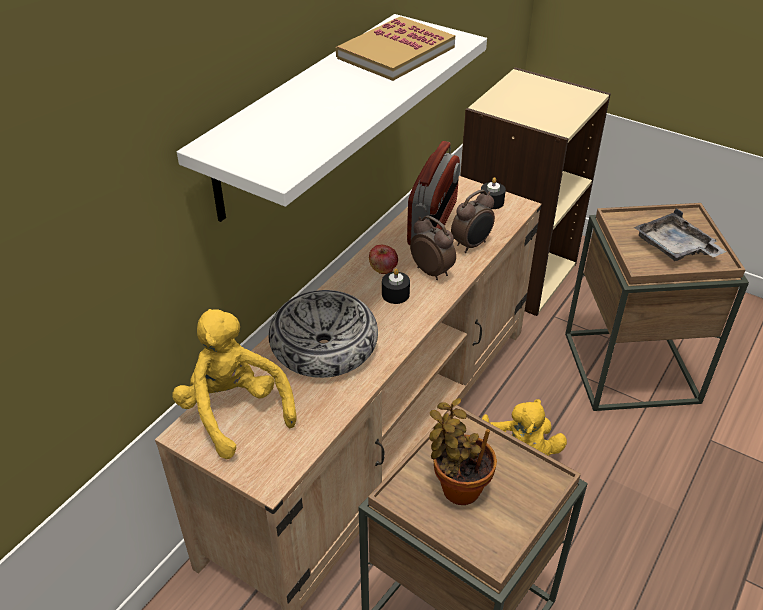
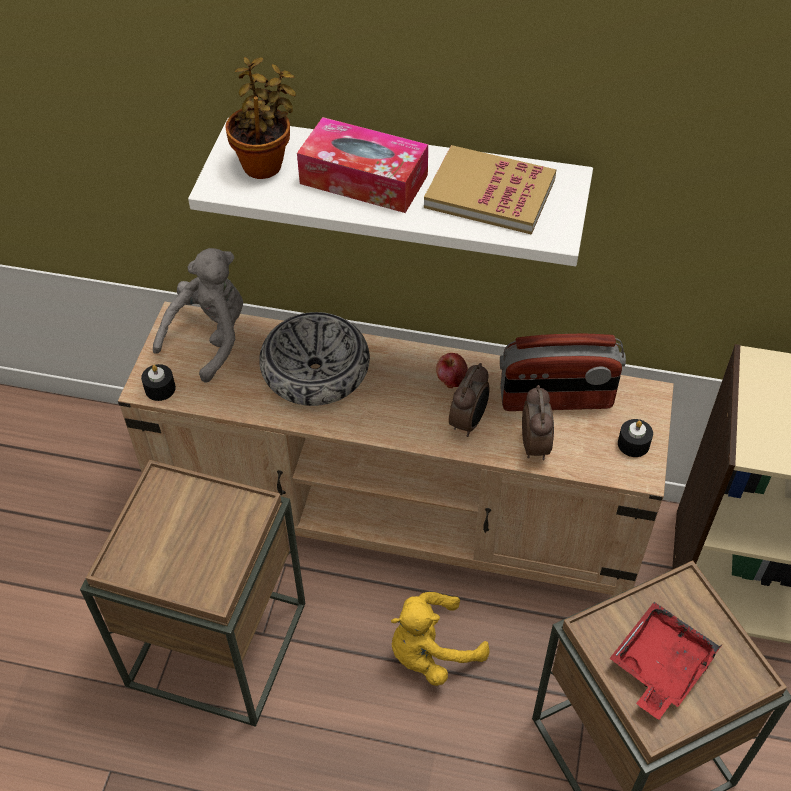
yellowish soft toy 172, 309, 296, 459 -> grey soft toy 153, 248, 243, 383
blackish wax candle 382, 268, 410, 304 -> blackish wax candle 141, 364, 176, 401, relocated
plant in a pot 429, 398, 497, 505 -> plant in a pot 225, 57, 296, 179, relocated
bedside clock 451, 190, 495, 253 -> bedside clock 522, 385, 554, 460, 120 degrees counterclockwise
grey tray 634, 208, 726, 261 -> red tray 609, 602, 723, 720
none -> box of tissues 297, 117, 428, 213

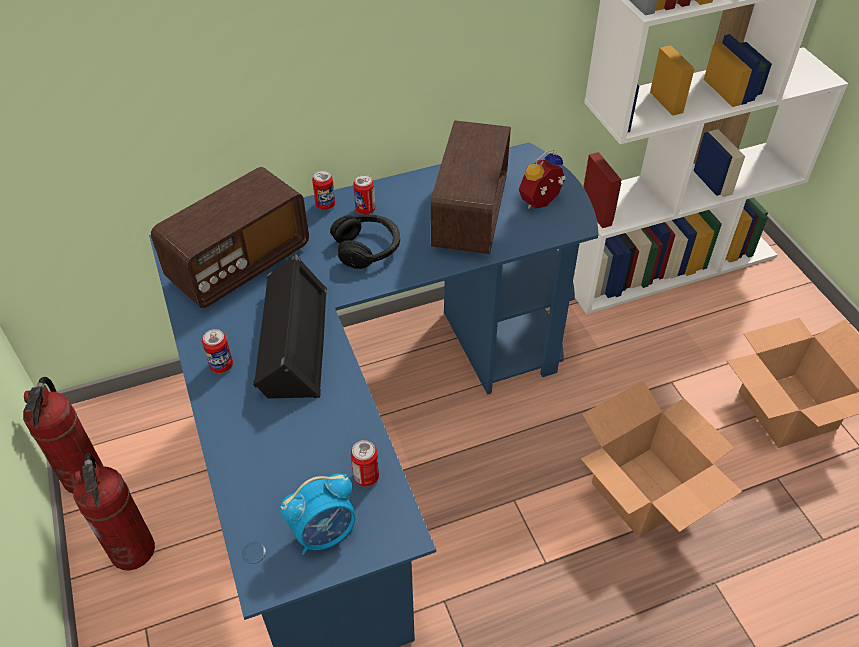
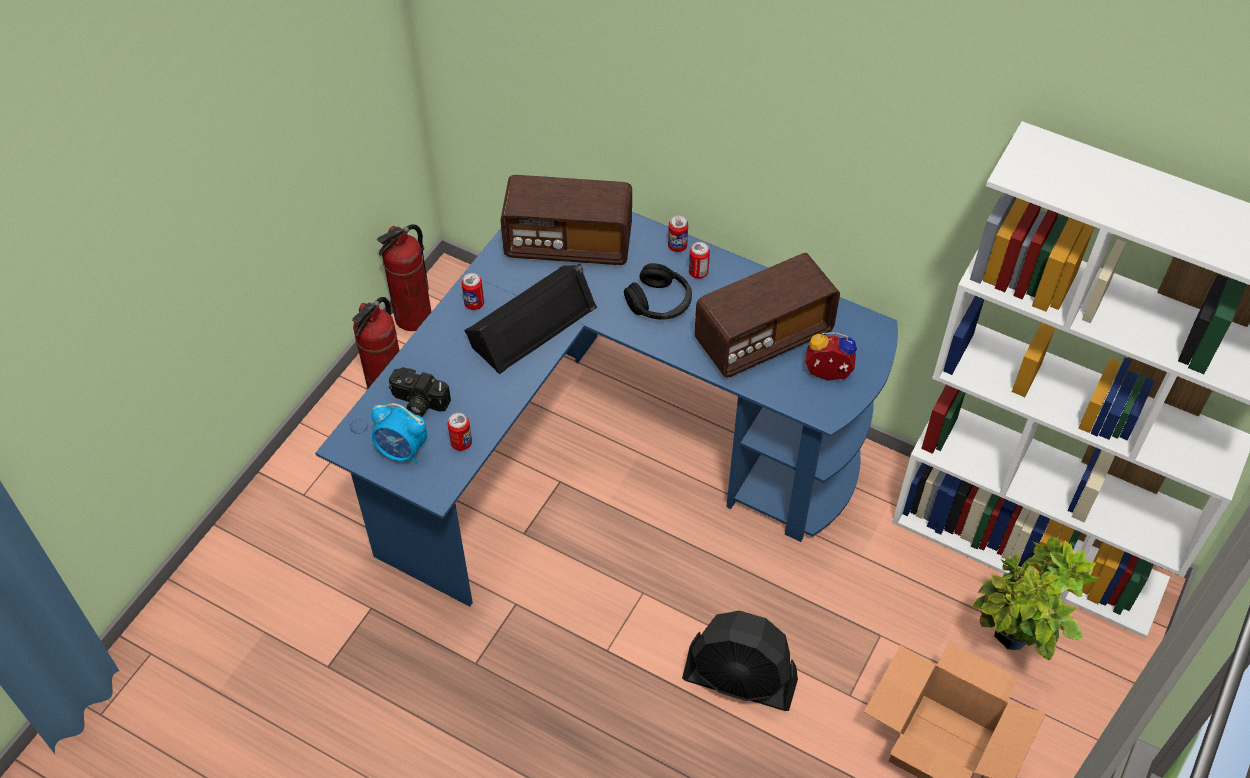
packing box 581, 380, 742, 538 -> blackish fan 682, 611, 798, 711
none -> still camera 389, 367, 451, 417
none -> plant in a pot 972, 536, 1100, 660

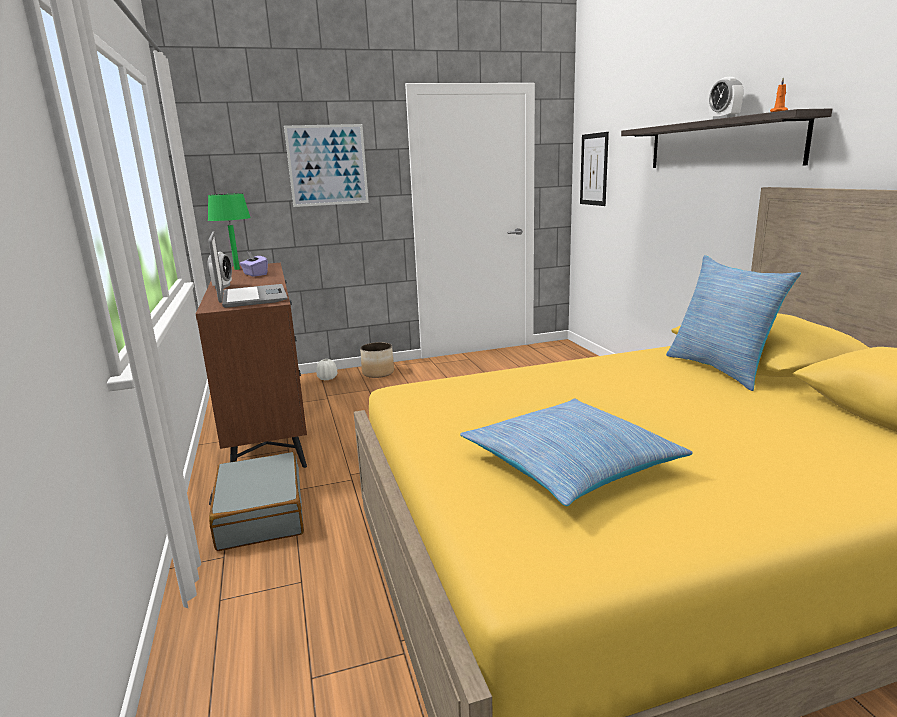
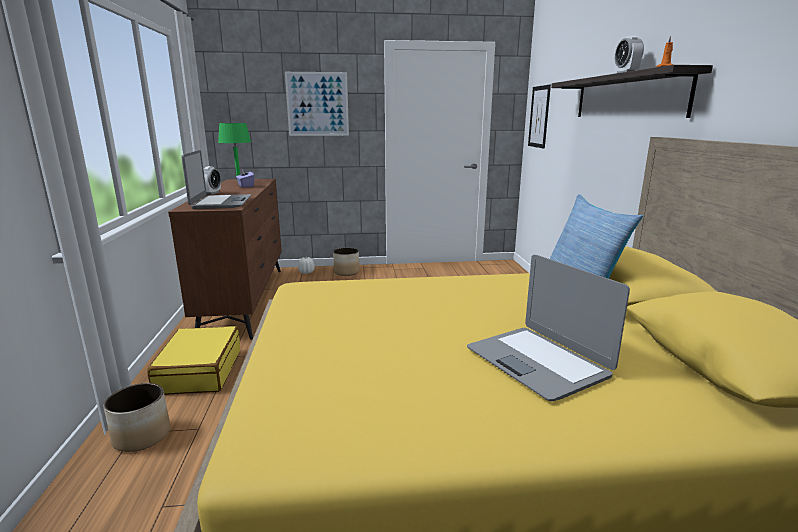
grey piece of luggage 209, 452, 304, 551 -> yellowish piece of luggage 147, 326, 240, 395
pillow 460, 398, 693, 506 -> none
none -> plant pot 103, 383, 170, 452
none -> portable computer 467, 255, 630, 401

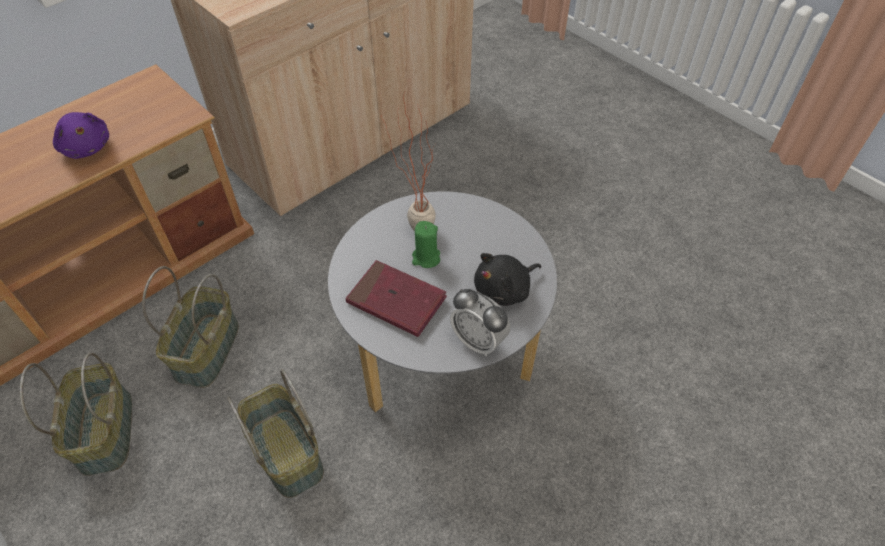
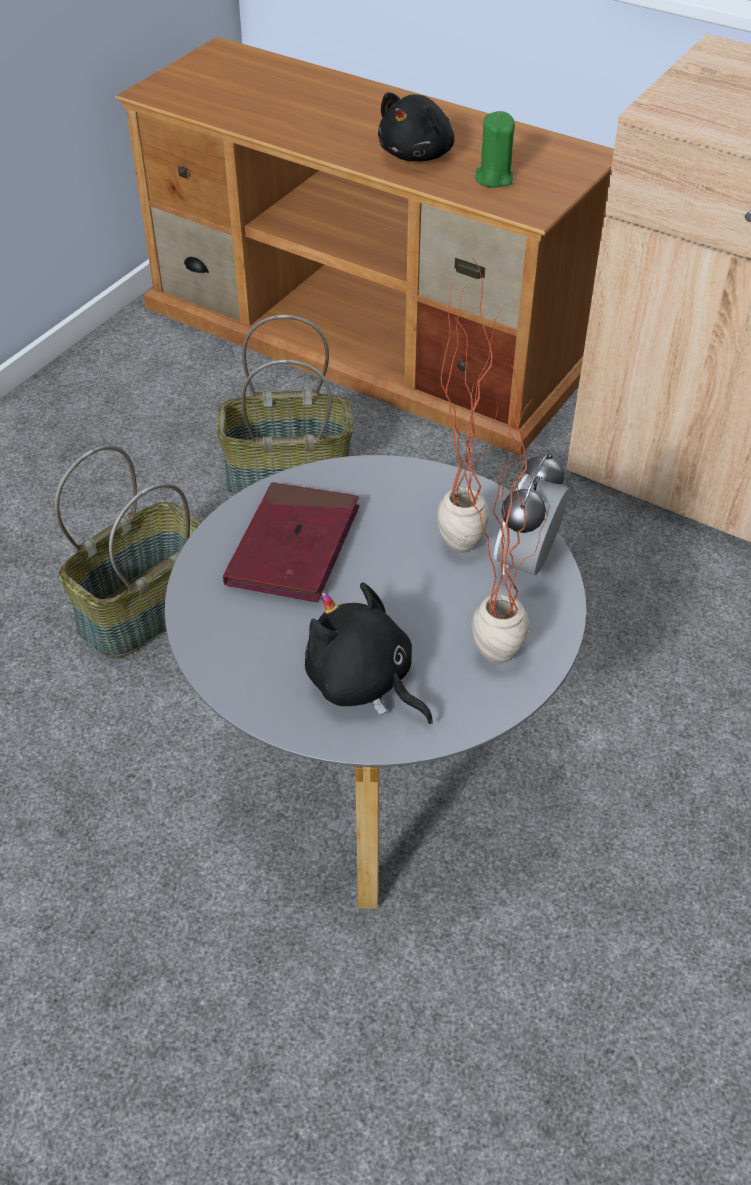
storage basket 20, 353, 132, 476 -> none
purple-coloured soft toy 53, 112, 109, 159 -> blackish soft toy 378, 92, 455, 161
greenish wax candle 412, 221, 440, 268 -> greenish wax candle 475, 111, 515, 188, relocated
bedside clock 450, 289, 510, 356 -> bedside clock 494, 453, 569, 575, relocated
none -> plant in a pot 468, 365, 550, 663

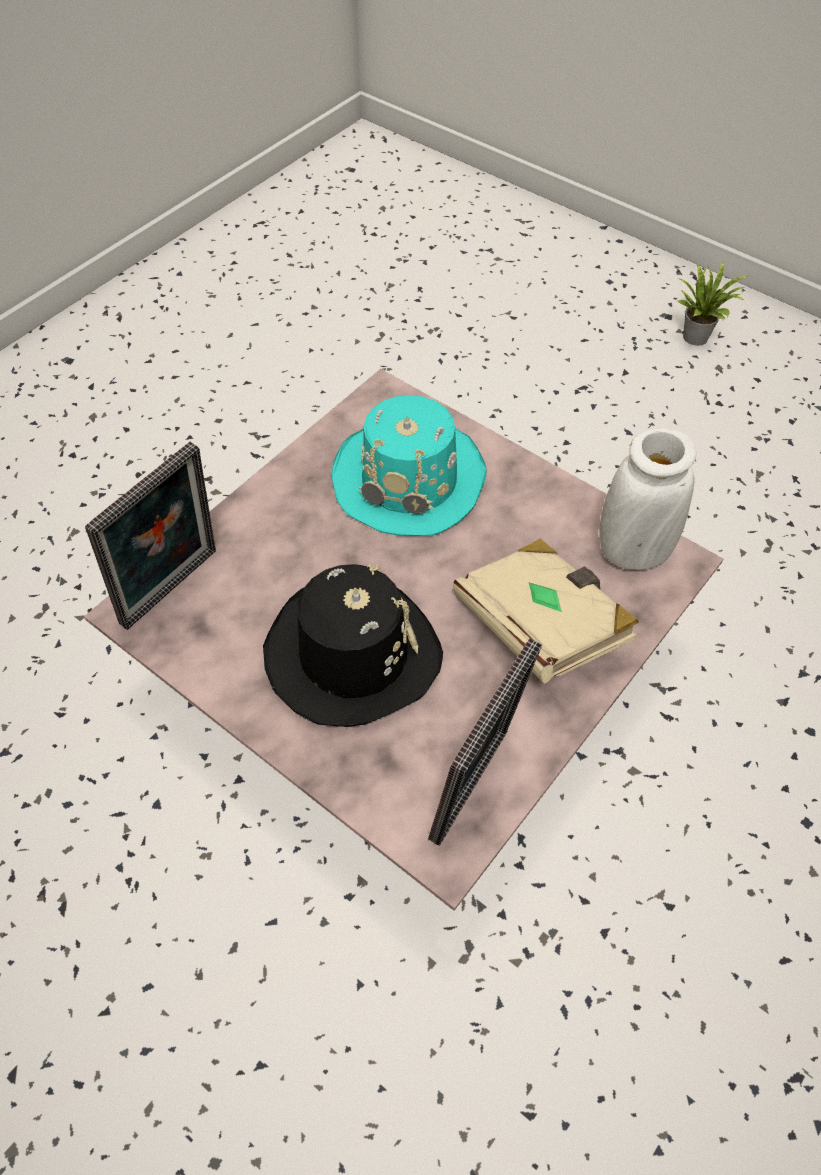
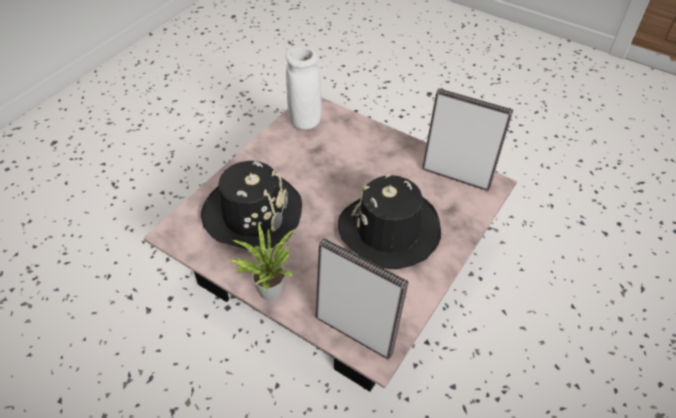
turquoise-coloured wearable hat 331, 395, 487, 536 -> blackish wearable hat 201, 161, 302, 249
beige bound book 453, 539, 639, 683 -> none
plant in a pot 676, 261, 748, 346 -> plant in a pot 228, 222, 295, 301, relocated

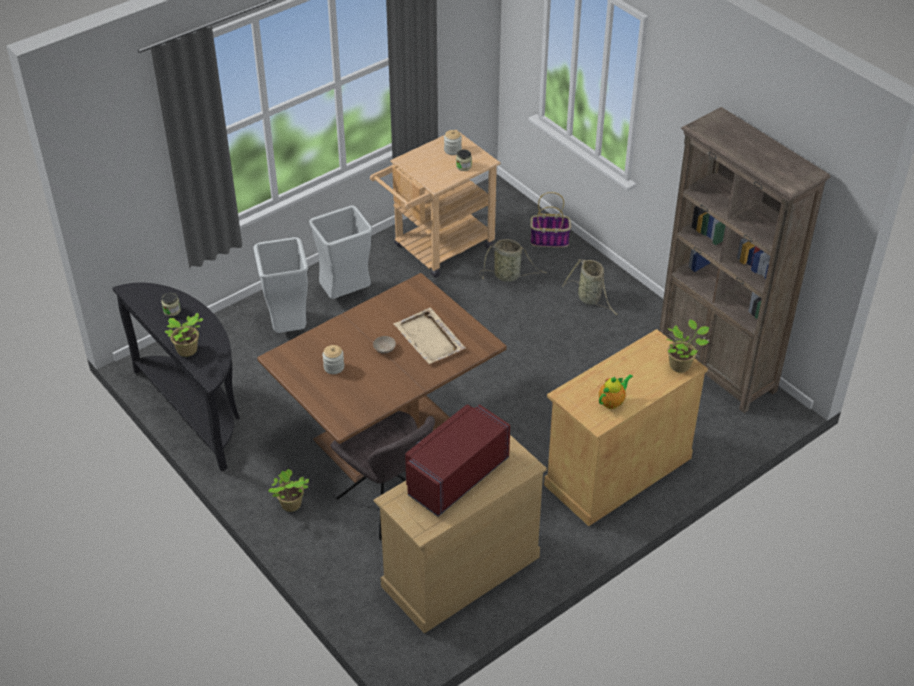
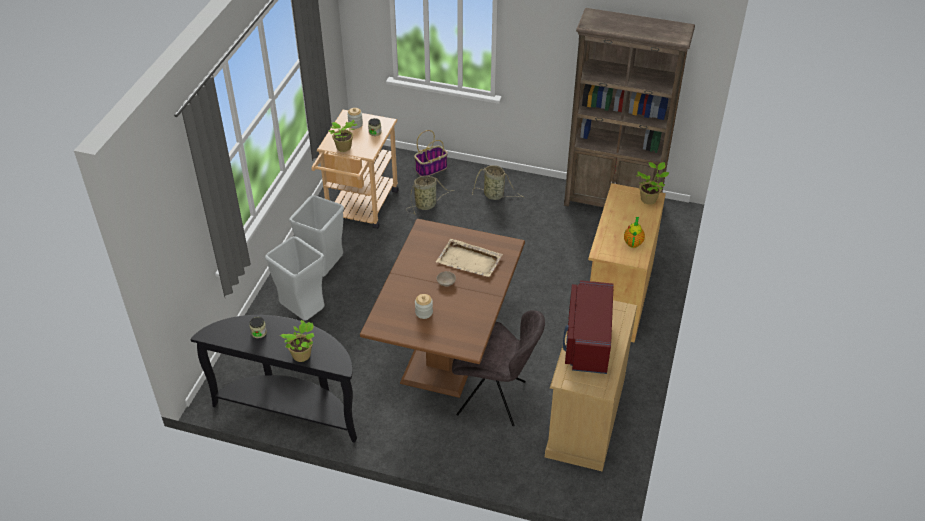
plant in a pot 268, 469, 309, 512 -> plant in a pot 328, 120, 357, 152, relocated

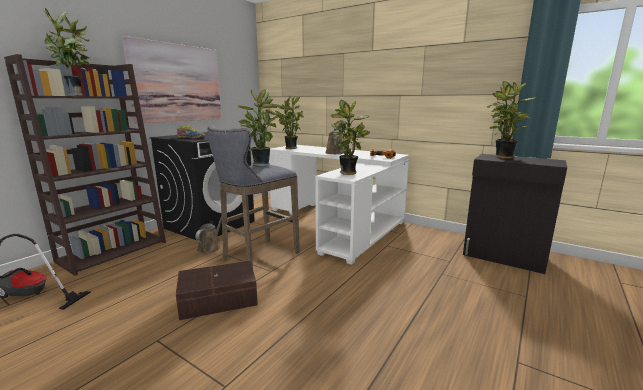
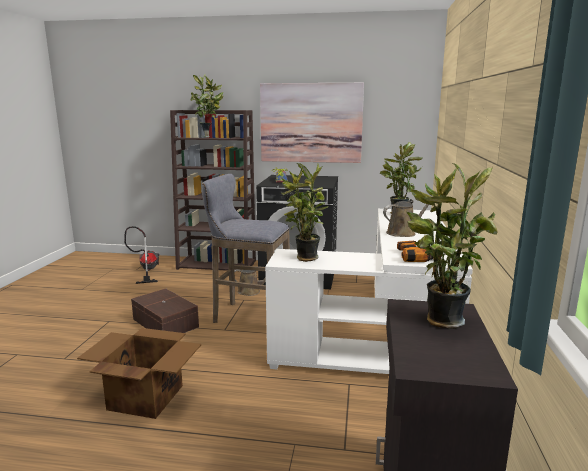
plant in a pot 237, 89, 279, 167 -> none
none -> packing box 77, 328, 201, 419

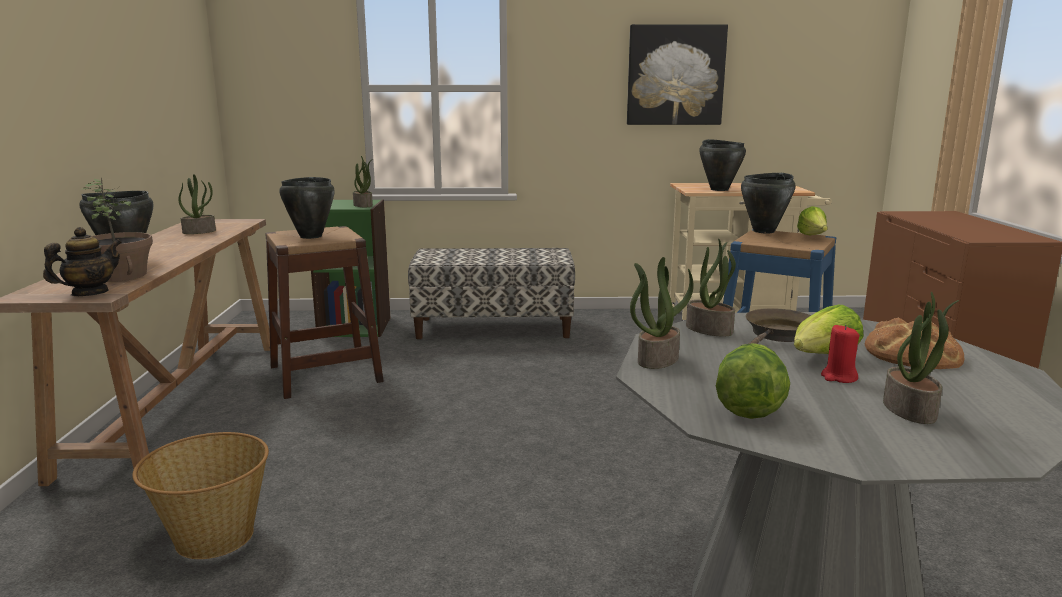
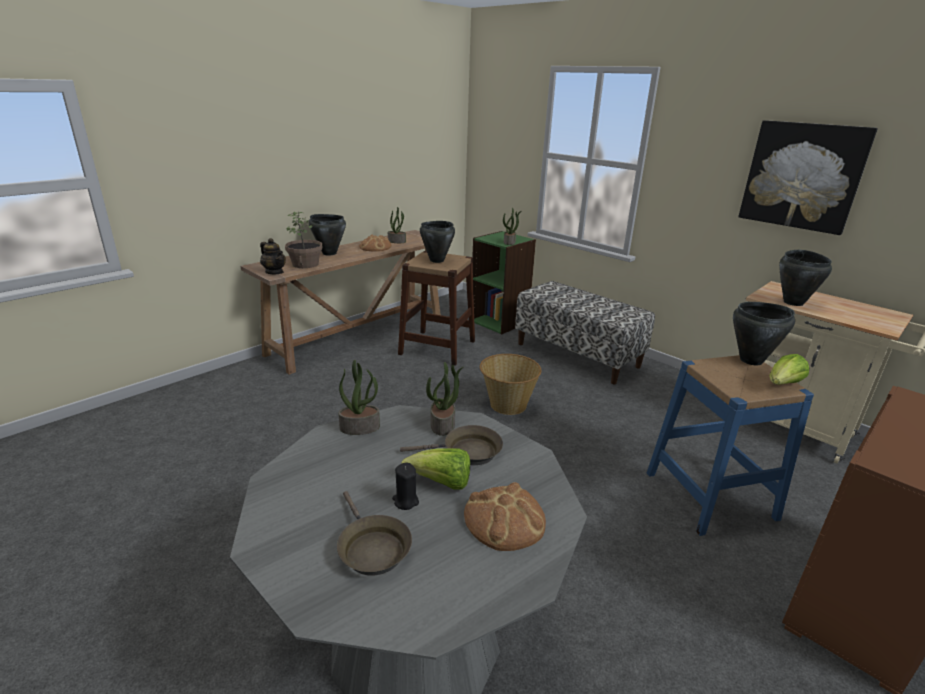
pot for tea 43, 227, 122, 296 -> pot for tea 260, 238, 286, 274, 45 degrees clockwise
storage basket 132, 432, 269, 559 -> storage basket 480, 354, 541, 415, relocated
lettuce head 716, 343, 790, 419 -> none
red wax candle 821, 324, 859, 383 -> blackish wax candle 392, 463, 419, 510
plant in a pot 883, 292, 959, 424 -> brown-coloured frying pan 337, 491, 412, 576
none -> bread 359, 235, 391, 252

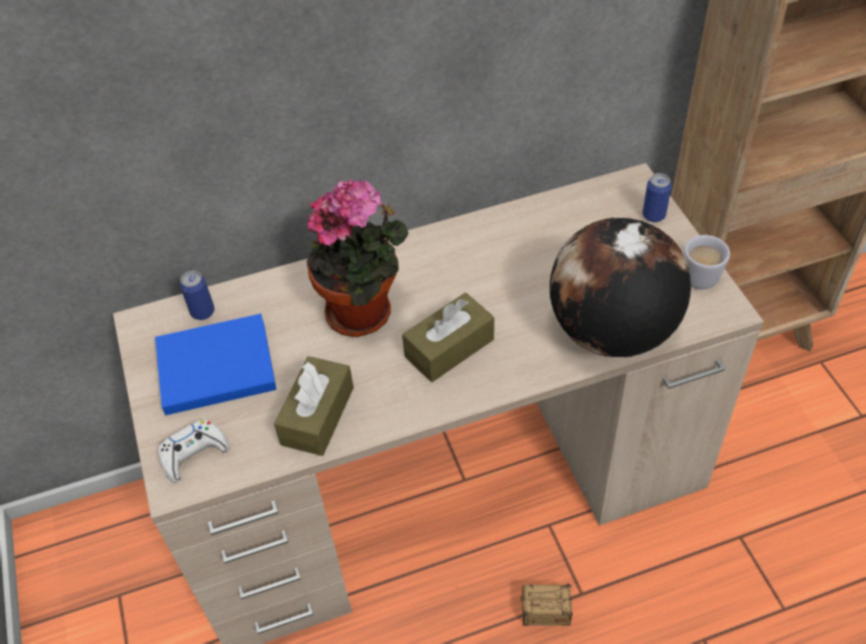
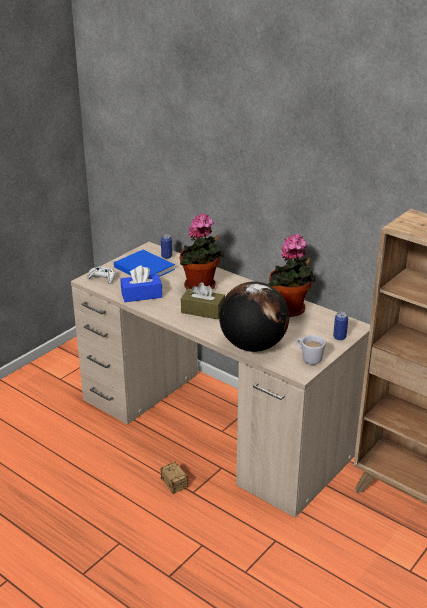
brown-coloured box of tissues 274, 356, 354, 456 -> blue-coloured box of tissues 121, 265, 162, 302
none -> plant in a pot 268, 234, 316, 317

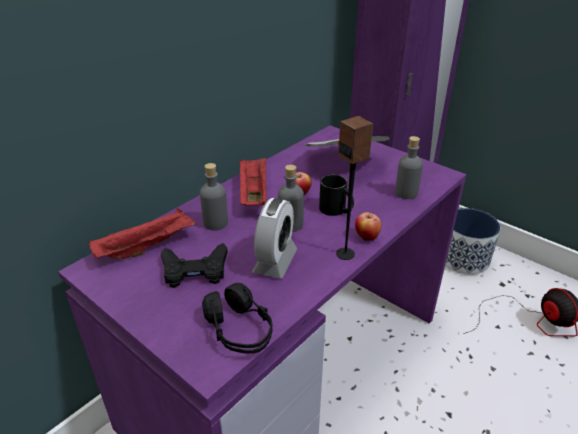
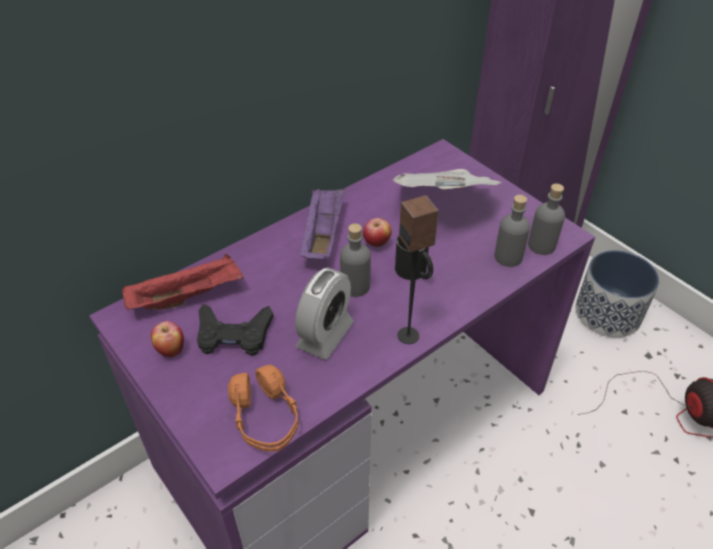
grey bottle 200, 163, 228, 230 -> grey bottle 528, 183, 565, 255, relocated
blackish headphones 202, 283, 273, 354 -> orange headphones 228, 365, 298, 452
red tray 239, 157, 267, 206 -> purple-coloured tray 299, 189, 345, 260
apple 355, 212, 381, 241 -> apple 151, 321, 184, 357, relocated

